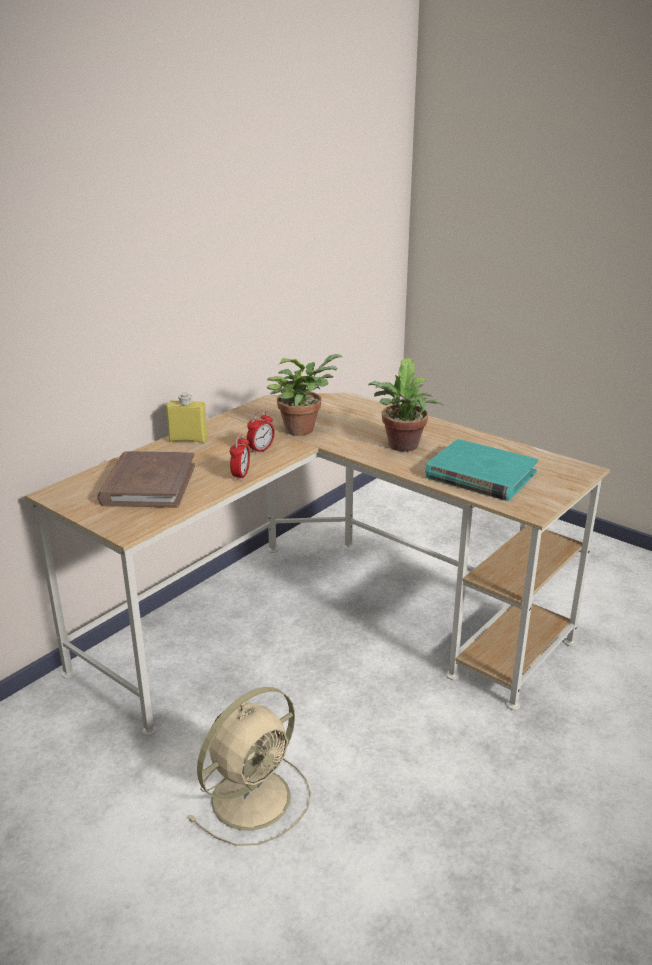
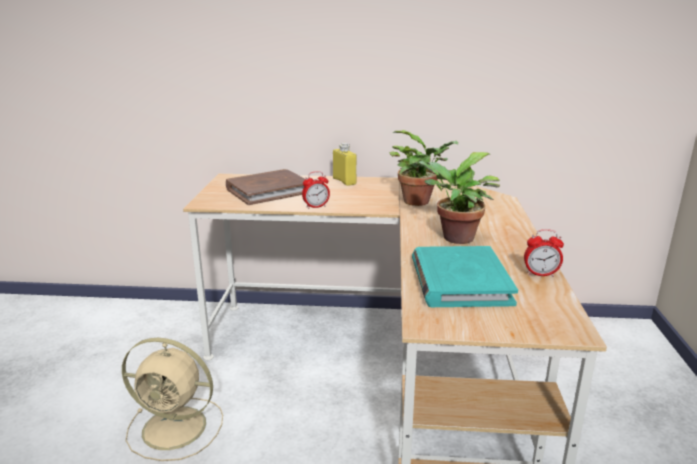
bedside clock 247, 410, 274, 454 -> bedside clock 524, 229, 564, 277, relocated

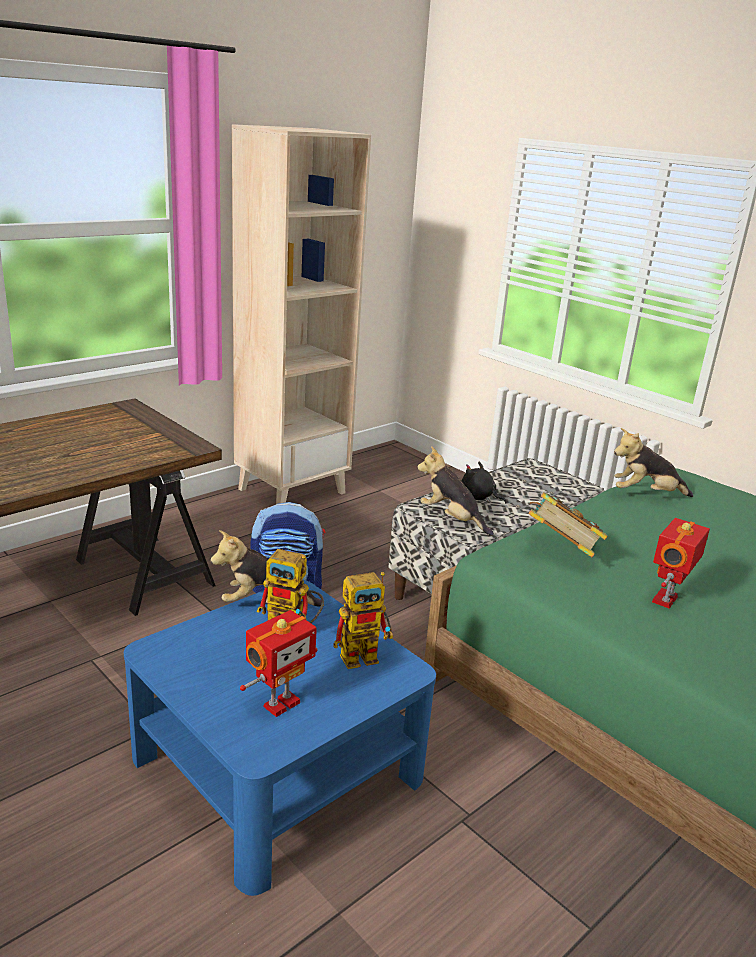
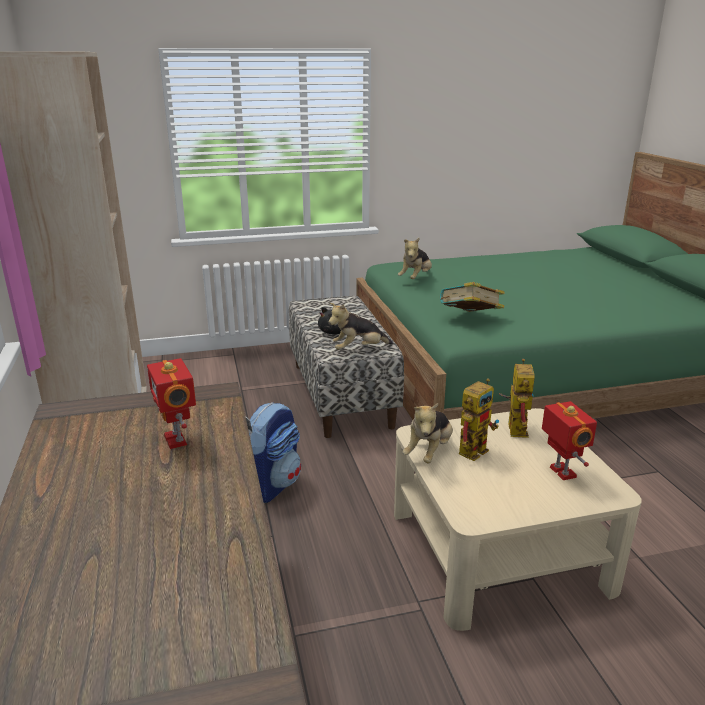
blue-coloured lounge table 124, 580, 436, 896 -> beige lounge table 394, 408, 642, 631
model robot 652, 518, 710, 609 -> model robot 147, 358, 196, 449, relocated

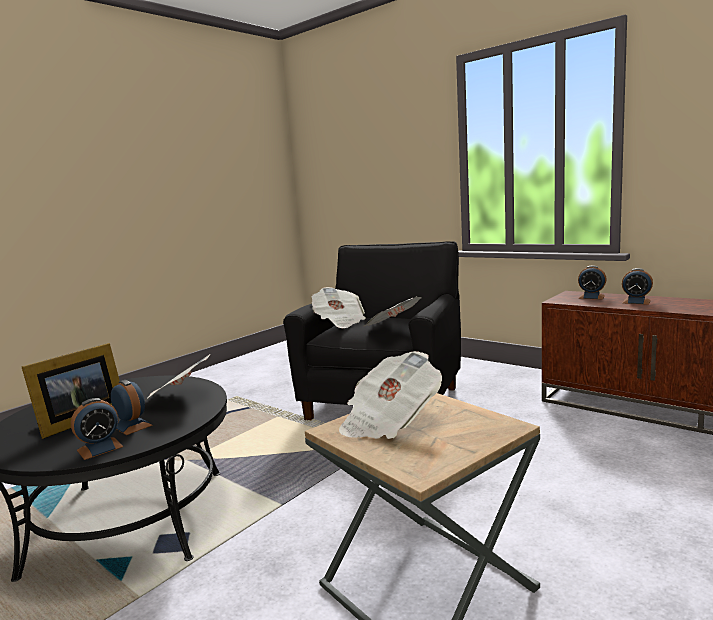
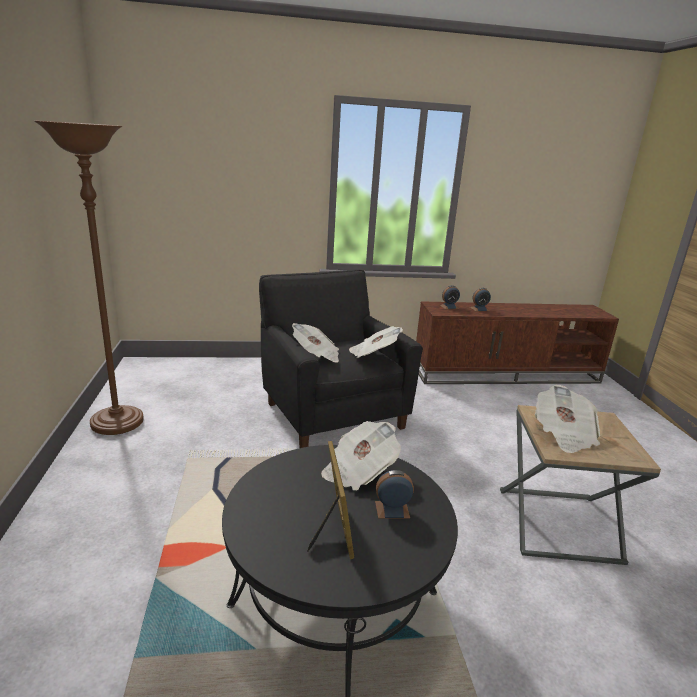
bedside clock 71, 398, 123, 460 -> none
none -> brown-coloured standard lamp 34, 120, 144, 435

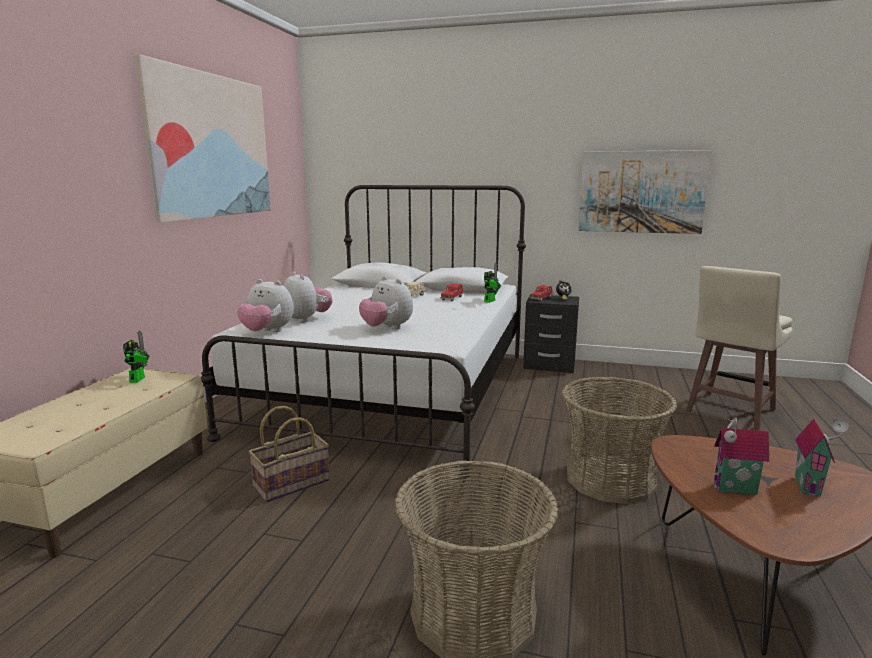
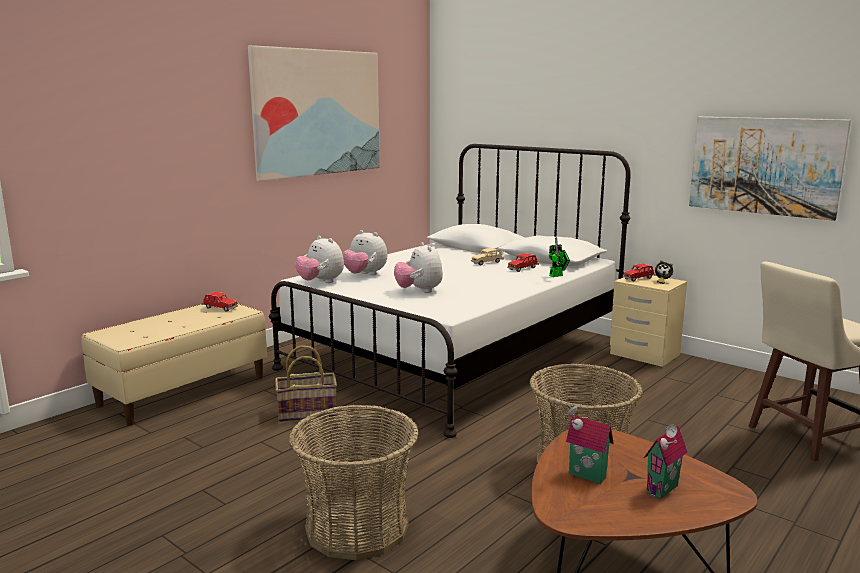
model robot 123, 330, 150, 383 -> red model car 202, 292, 238, 312
soft toy 283, 272, 332, 323 -> soft toy 343, 230, 387, 275, 135 degrees clockwise
blackish night table 523, 294, 579, 373 -> beige night table 610, 276, 687, 367

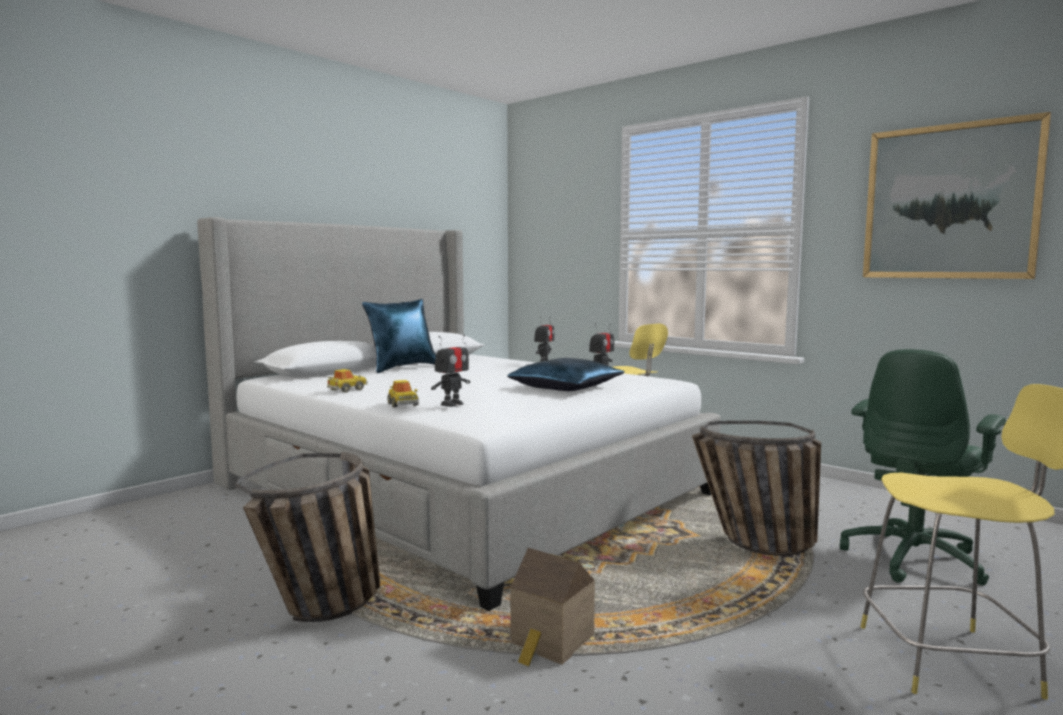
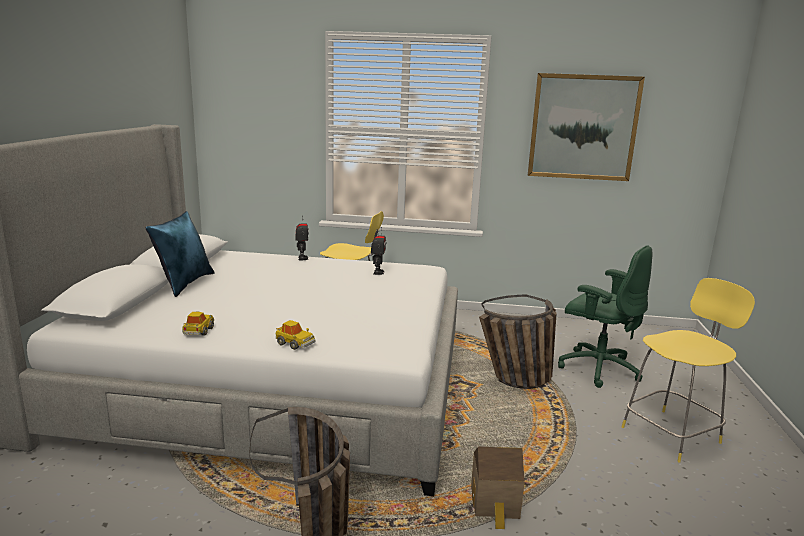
model robot 431, 335, 470, 407 -> none
blue-coloured pillow 507, 358, 625, 391 -> none
greenish desk chair 840, 349, 1006, 586 -> greenish desk chair 558, 245, 652, 388, 60 degrees counterclockwise

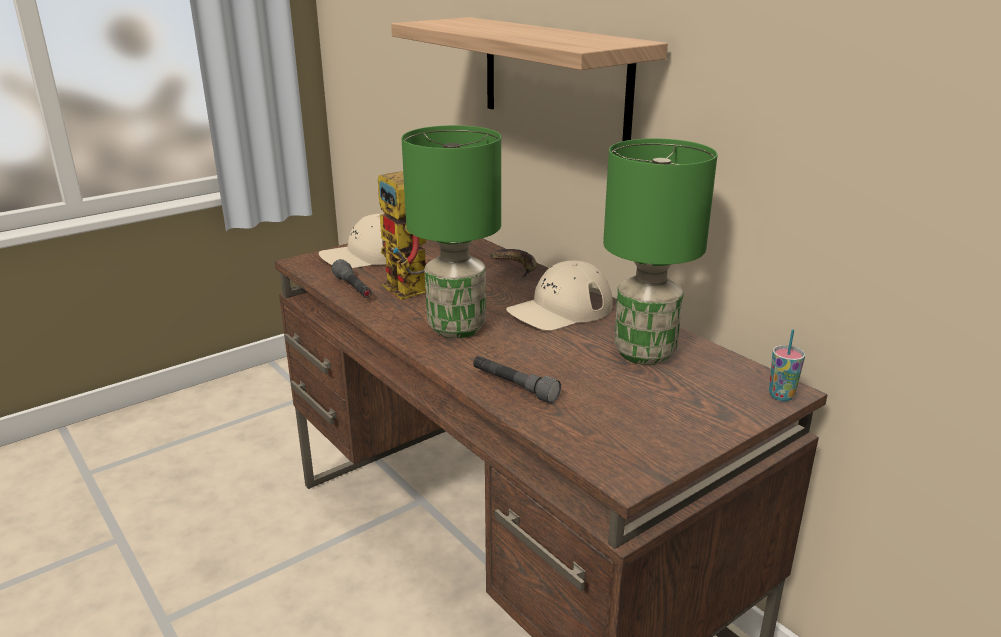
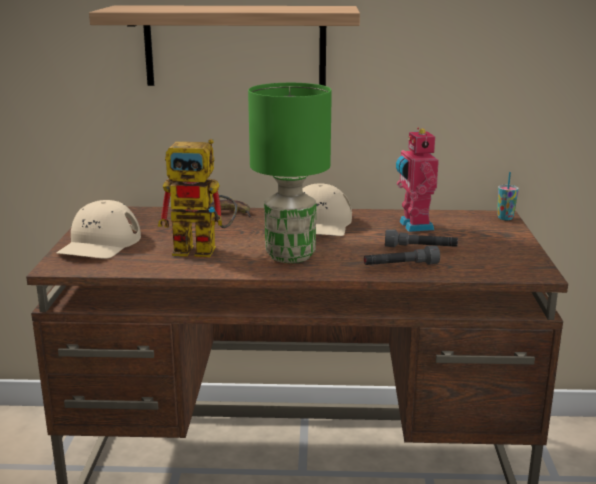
grey flashlight 331, 259, 372, 298 -> grey flashlight 385, 230, 458, 247, relocated
greenish table lamp 603, 138, 717, 365 -> model robot 396, 127, 439, 232

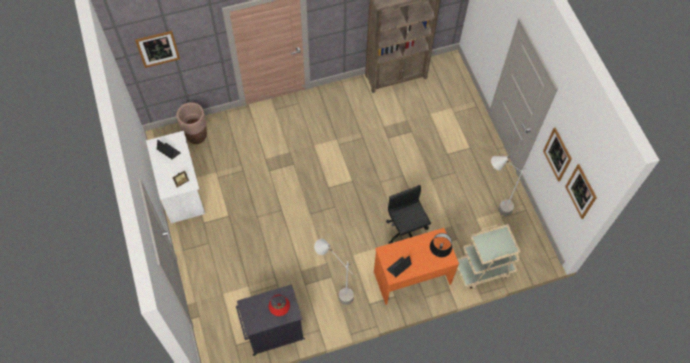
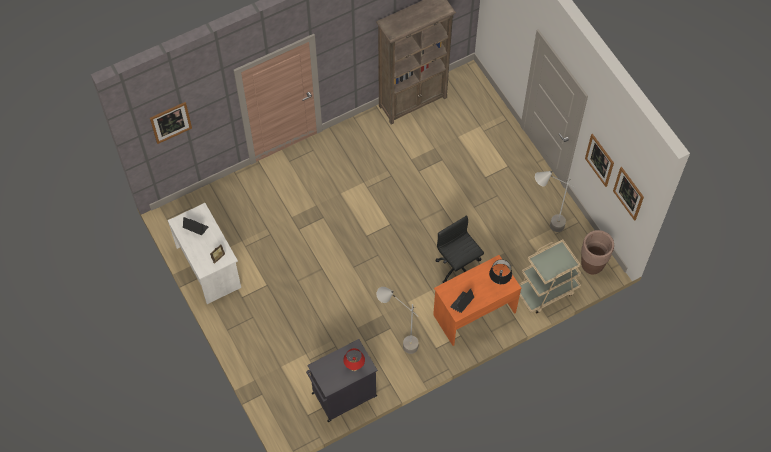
brown-coloured plant pot 176, 102, 207, 144 -> brown-coloured plant pot 581, 230, 614, 274, relocated

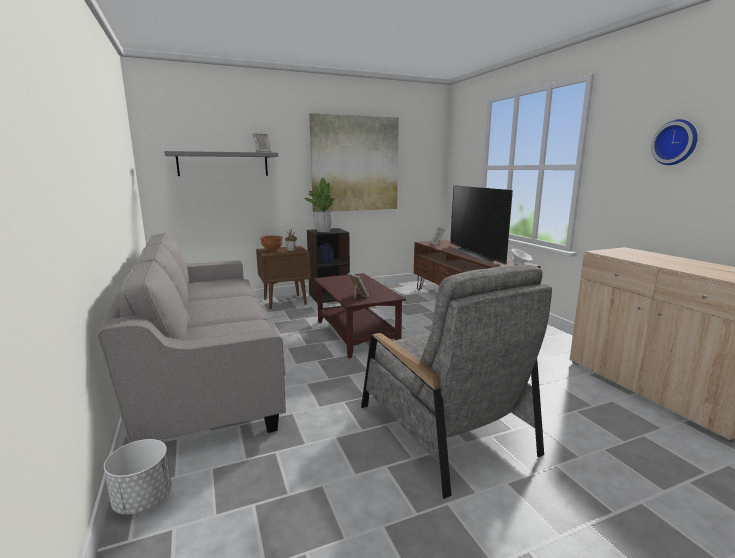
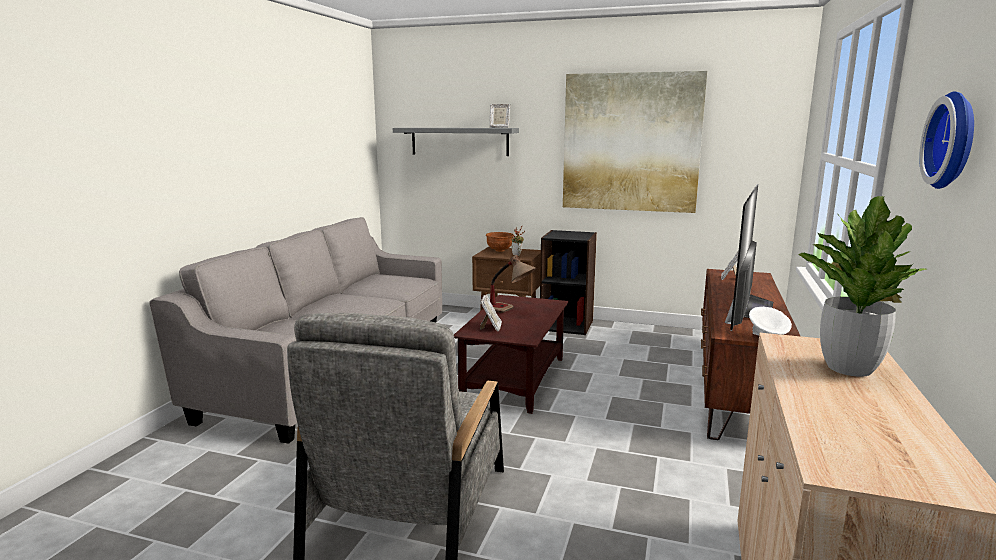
whitish plant pot 104, 439, 172, 515 -> none
plant in a pot 304, 178, 336, 232 -> plant in a pot 798, 196, 926, 377, relocated
none -> table lamp 490, 255, 536, 313

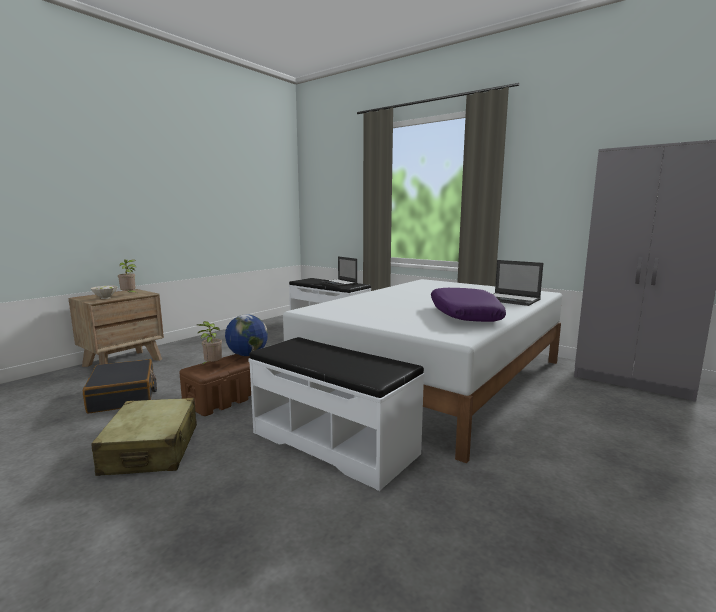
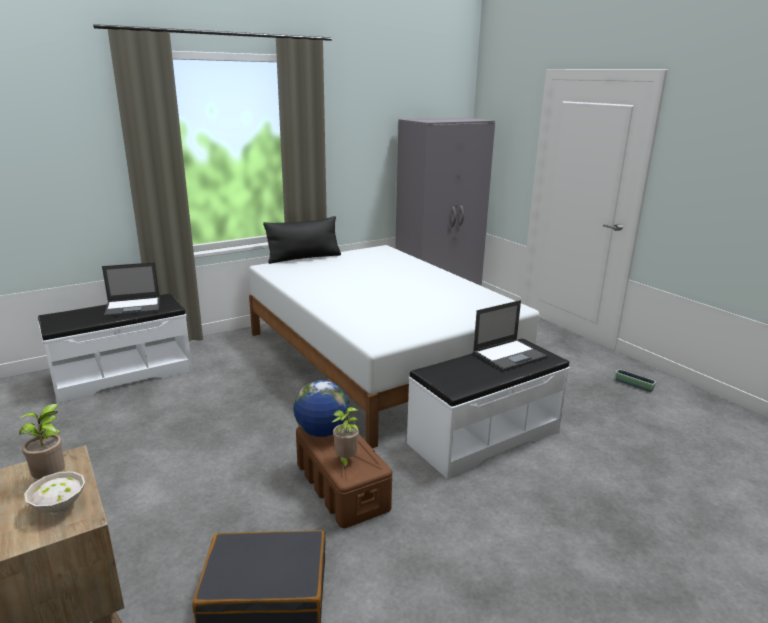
beige piece of luggage 91, 398, 197, 476 -> none
purple-coloured pillow 431, 288, 506, 322 -> none
portable computer 493, 260, 543, 306 -> portable computer 473, 300, 548, 371, relocated
none -> blackish pillow 263, 216, 341, 264
none -> plant pot 615, 369, 657, 392

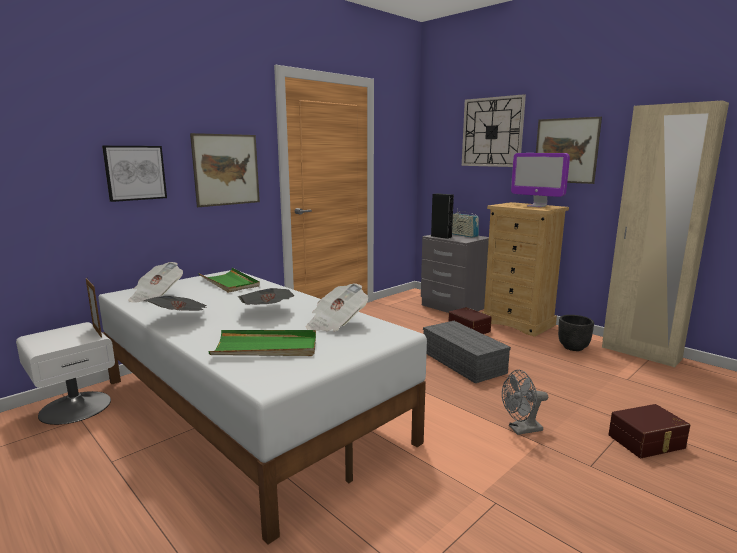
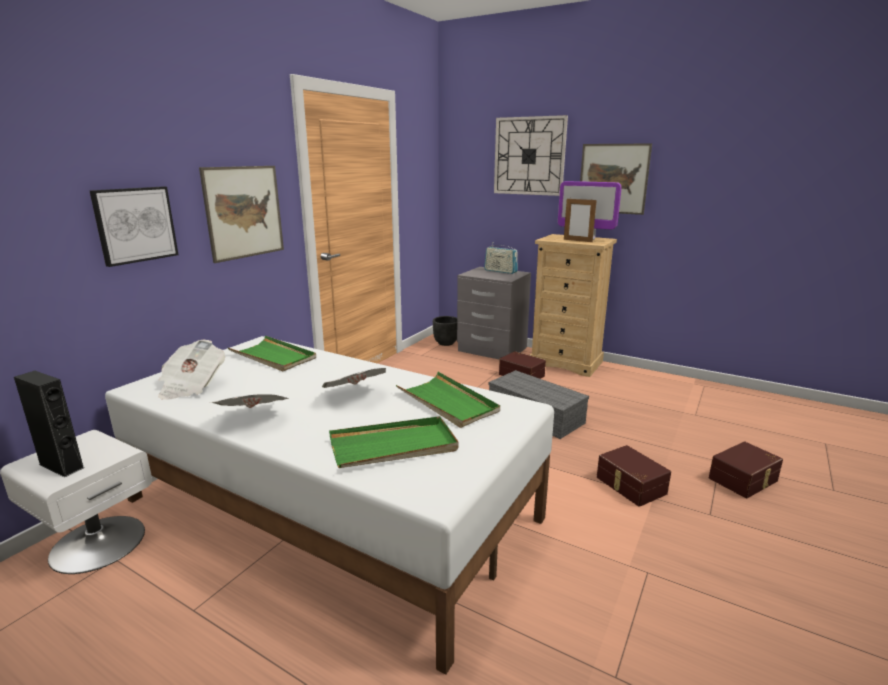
standing frame 86, 278, 102, 338 -> standing frame 564, 197, 597, 242, relocated
printed paper 306, 284, 368, 332 -> greenish tray 396, 372, 500, 428
blackish speaker 431, 193, 454, 239 -> blackish speaker 14, 371, 84, 477, relocated
grey fan 502, 370, 548, 435 -> brown-coloured storage bin 597, 445, 671, 507
blackish plant pot 558, 315, 594, 351 -> blackish plant pot 433, 316, 458, 346, relocated
beige clothes cupboard 602, 100, 729, 368 -> none

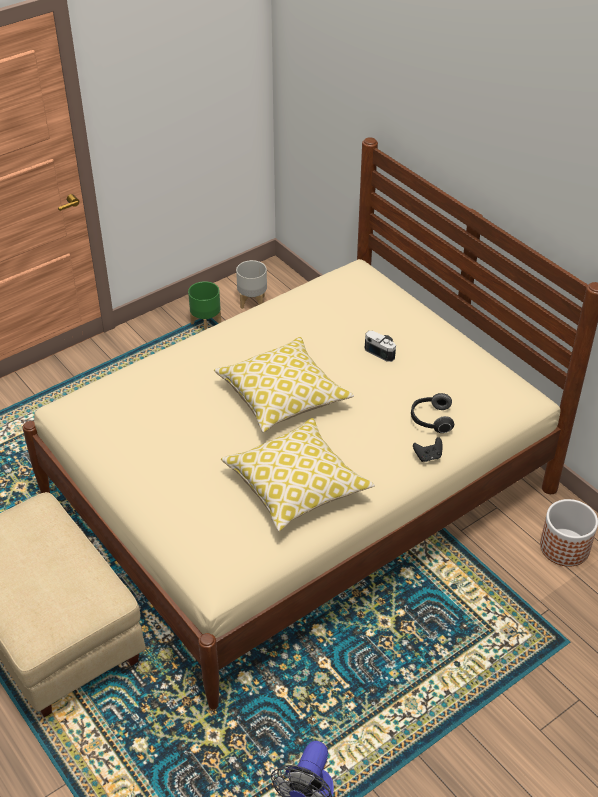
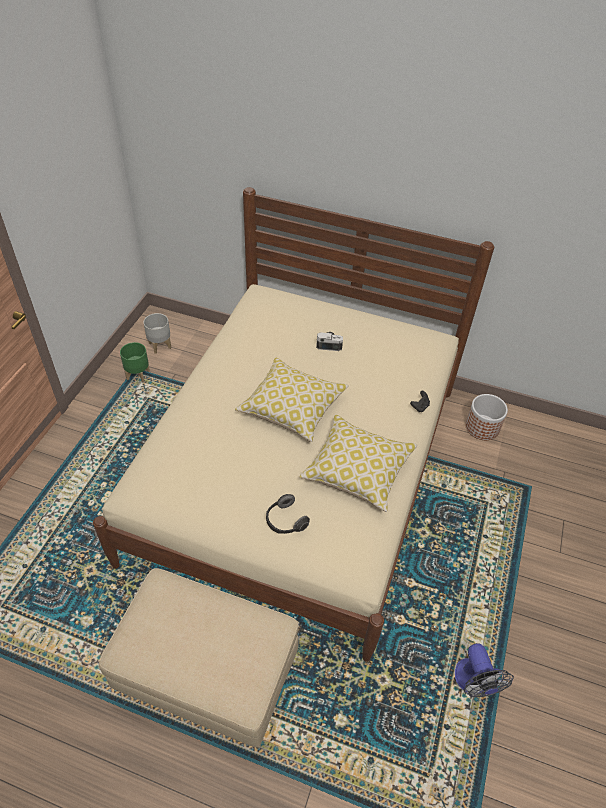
headphones 411, 393, 454, 433 -> headphones 266, 494, 310, 534, relocated

